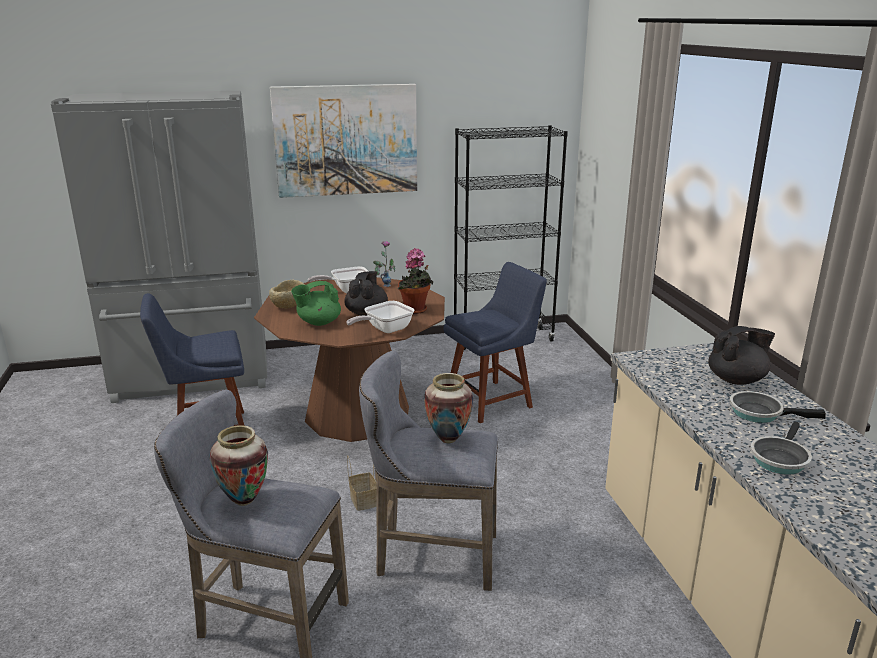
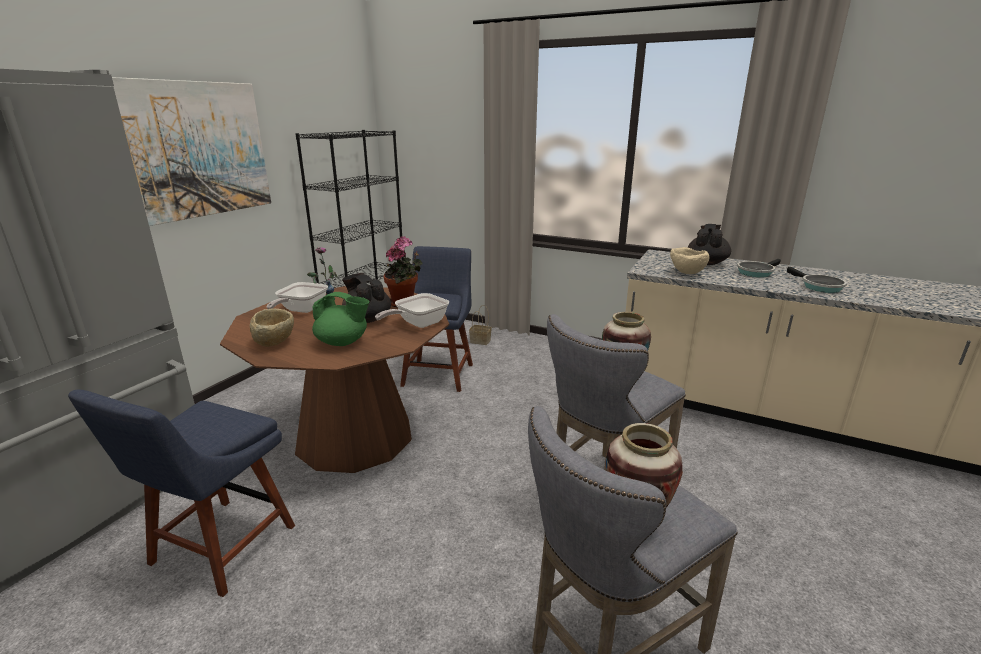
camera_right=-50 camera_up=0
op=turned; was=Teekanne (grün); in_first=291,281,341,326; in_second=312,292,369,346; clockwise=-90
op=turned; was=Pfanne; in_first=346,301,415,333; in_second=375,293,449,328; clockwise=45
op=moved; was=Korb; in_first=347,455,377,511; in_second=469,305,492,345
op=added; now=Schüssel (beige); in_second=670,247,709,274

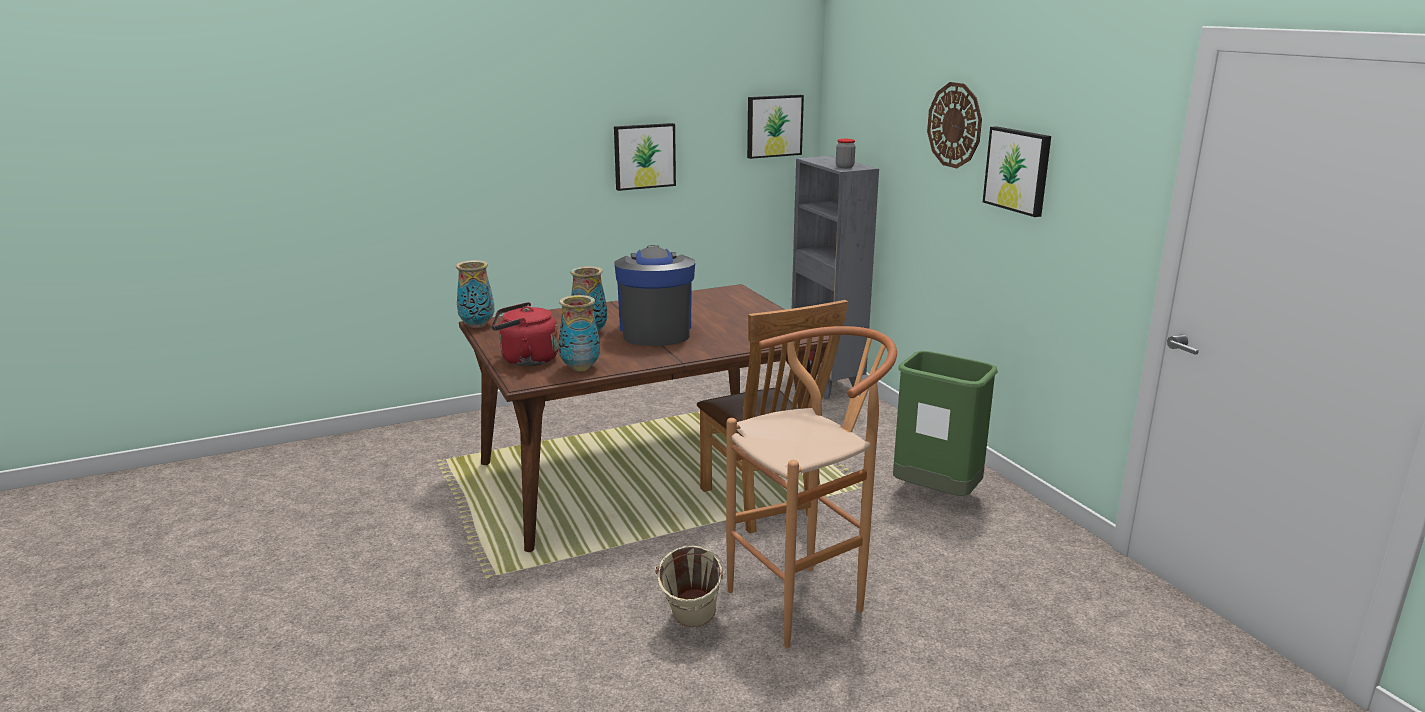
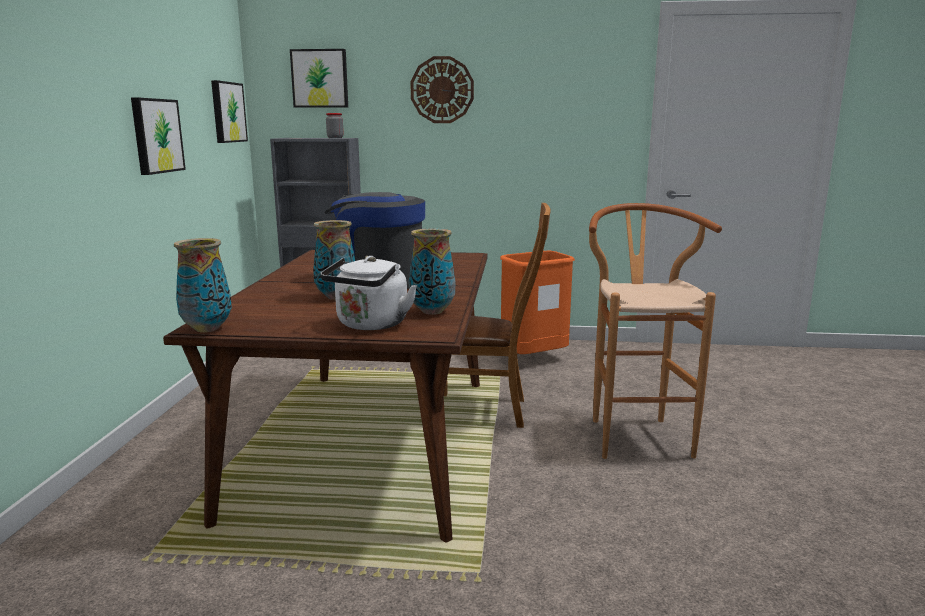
camera_right=-60 camera_up=-5
op=recoloured; was=Wasserkessel (rot); now=Wasserkessel (weiß); in_first=491,302,559,366; in_second=320,256,417,330
op=removed; was=Eimer (beige); in_first=655,545,725,628
op=recoloured; was=Mülleimer (grün); now=Mülleimer (orange); in_first=893,351,998,496; in_second=500,251,575,354
op=moved; was=Bild; in_first=983,126,1051,217; in_second=290,49,348,107

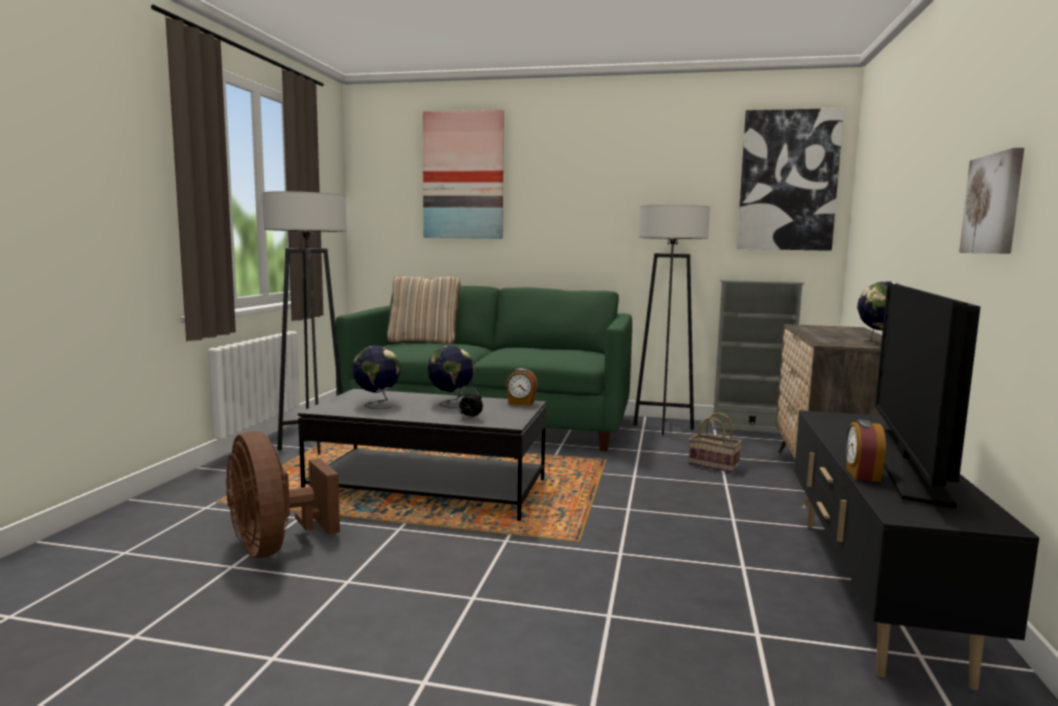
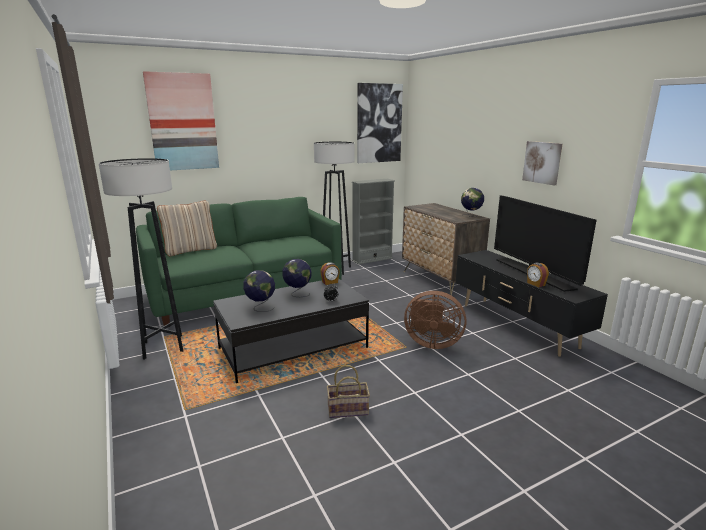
camera_right=-40 camera_up=10
op=moved; was=Ventilator (braun); in_first=226,431,340,558; in_second=404,291,466,349
op=moved; was=Korb; in_first=689,412,742,473; in_second=327,365,370,418

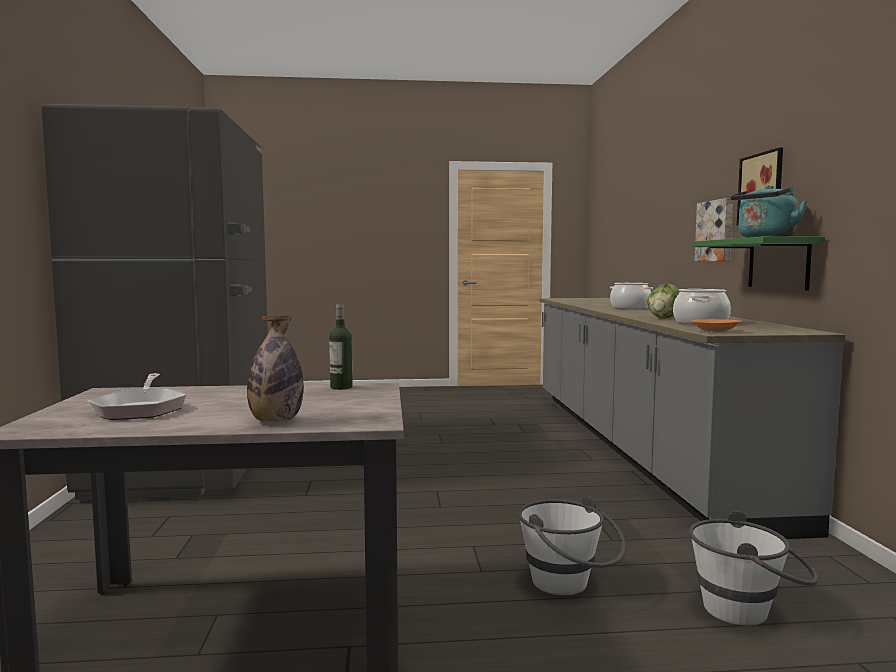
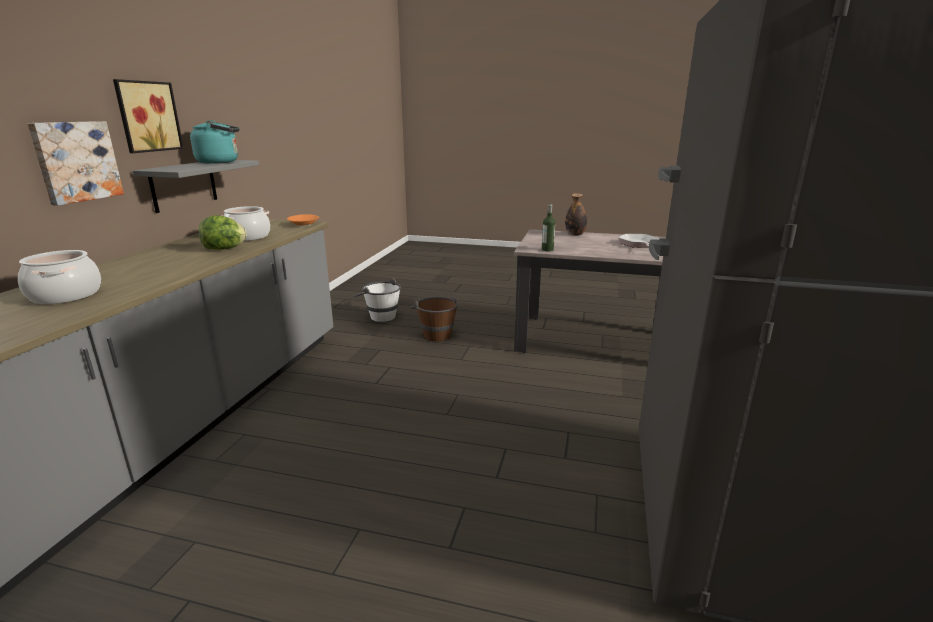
camera_right=-160 camera_up=15
op=recoloured; was=Eimer (weiß); now=Eimer (braun); in_first=518,496,626,595; in_second=410,296,458,341
op=recoloured; was=Wandregal (grün); now=Wandregal (grau); in_first=692,236,825,290; in_second=133,160,259,213

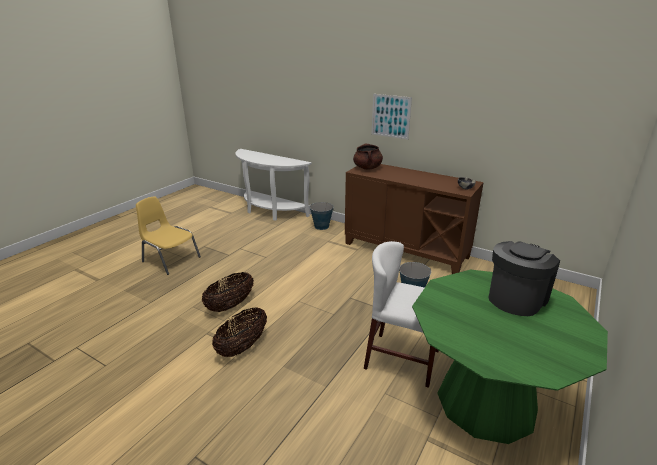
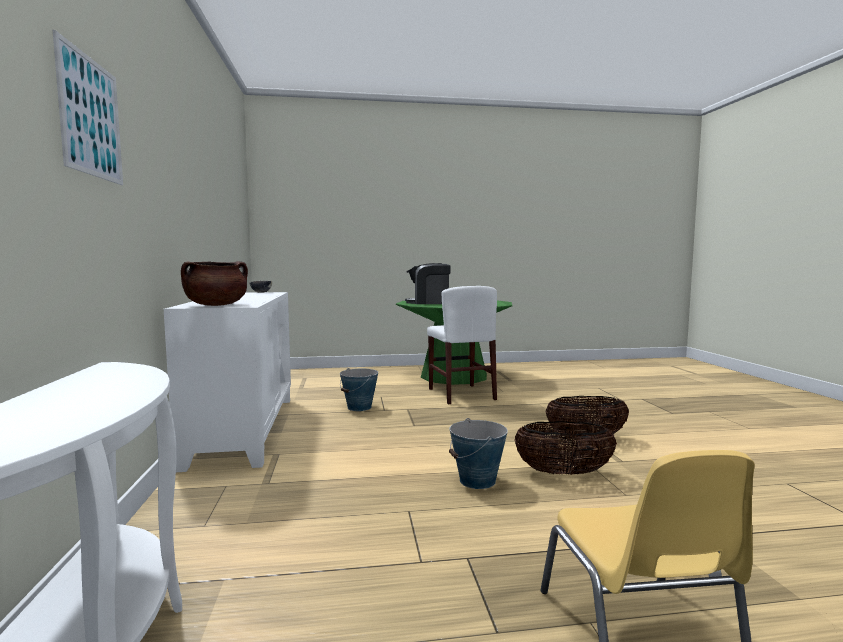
camera_right=-130 camera_up=-20
op=moved; was=Eimer; in_first=310,202,334,230; in_second=449,418,508,489
op=recoloured; was=Schrank (braun); now=Schrank (weiß); in_first=345,164,484,274; in_second=164,292,291,472
op=moved; was=Bild; in_first=372,94,412,140; in_second=53,30,123,185

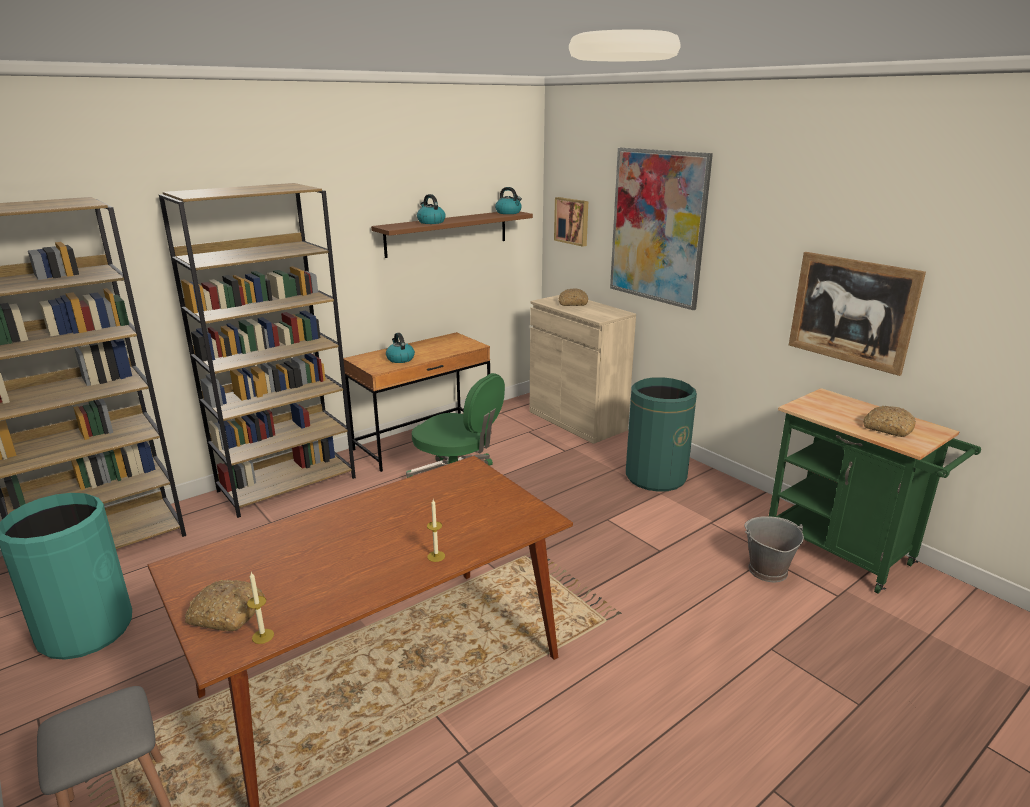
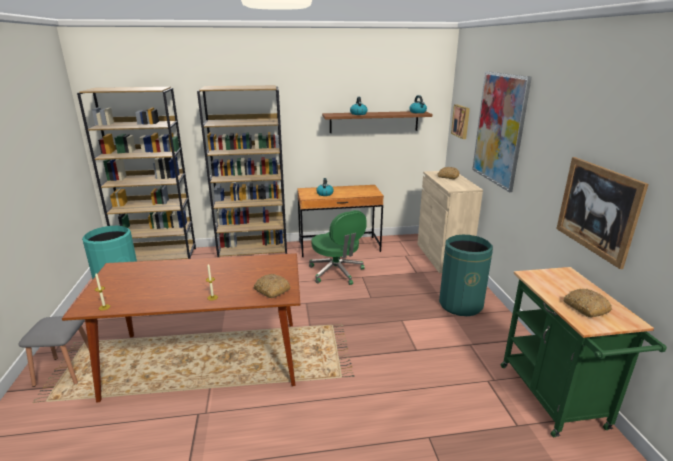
camera_right=30 camera_up=0
op=moved; was=Brot; in_first=185,580,265,631; in_second=254,274,290,298
op=removed; was=Eimer (grau); in_first=744,516,804,582

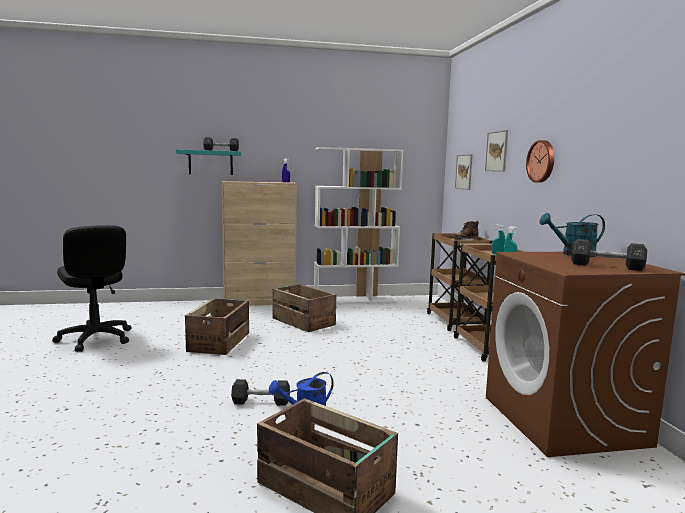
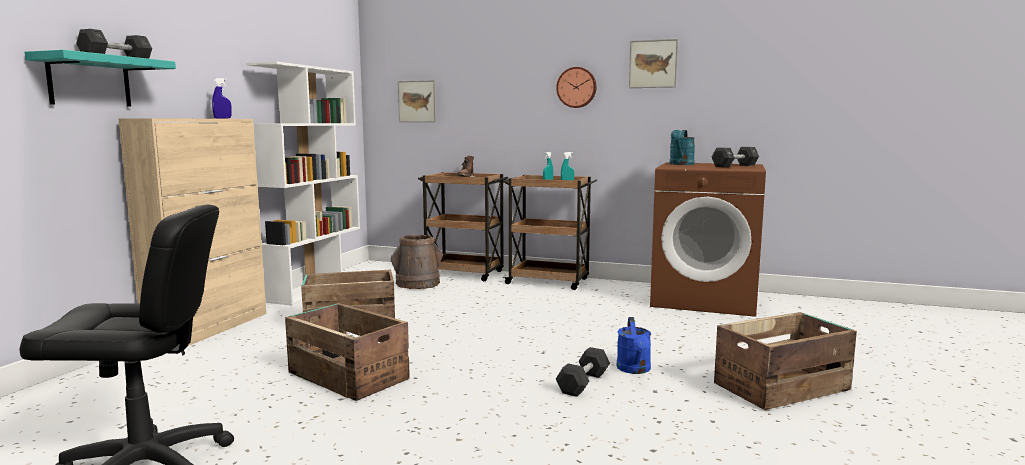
camera_right=-60 camera_up=0
op=moved; was=Bild; in_first=485,130,508,172; in_second=629,39,678,88
op=added; now=Eimer (braun); in_second=391,235,443,289

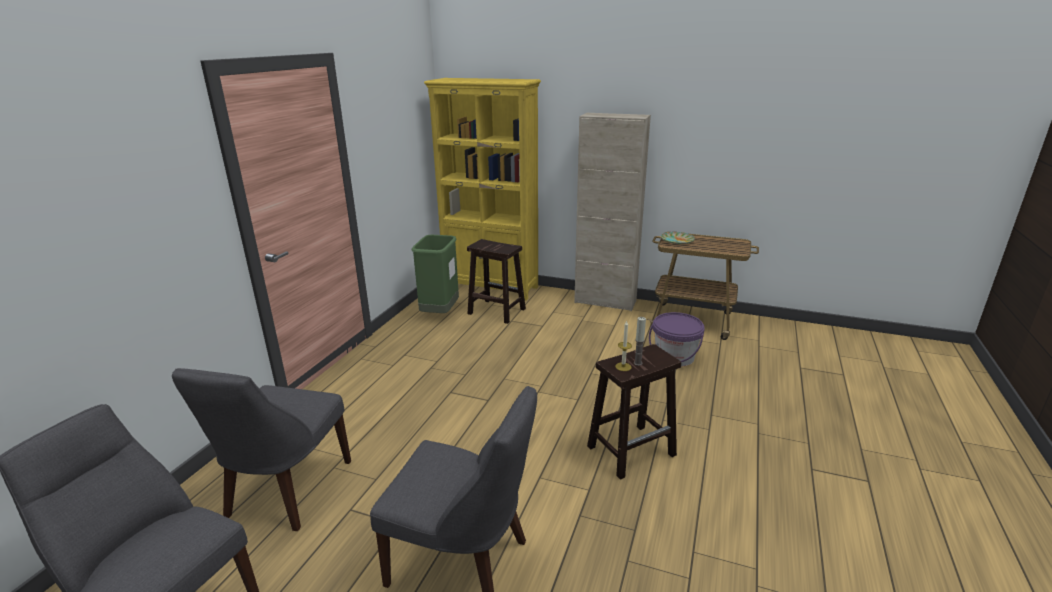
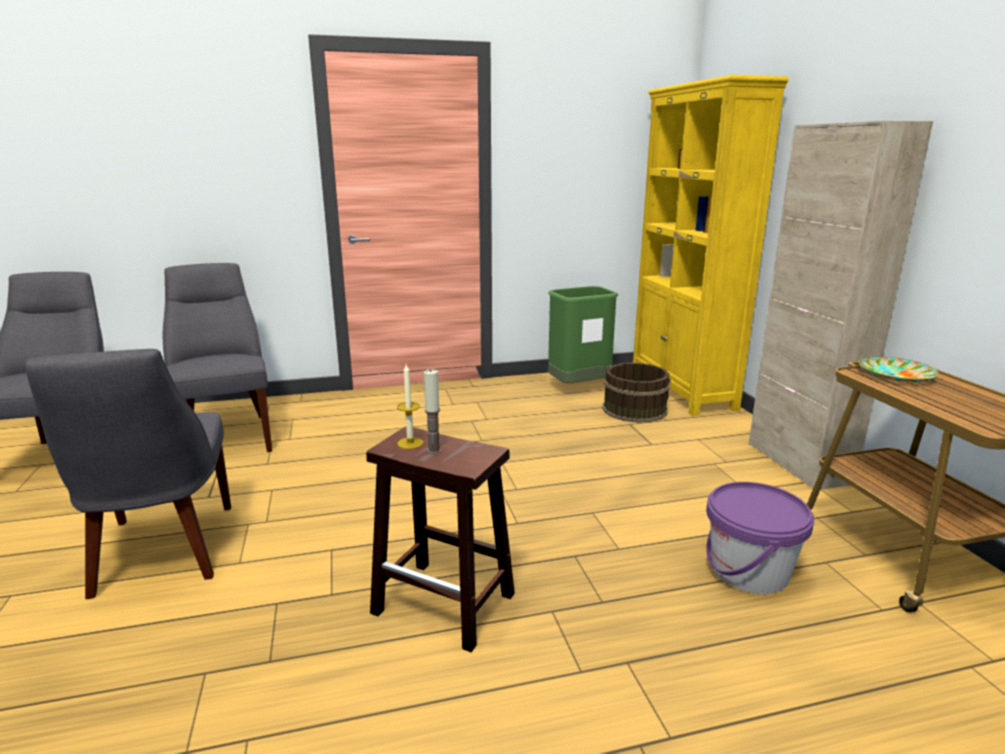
camera_right=55 camera_up=-5
op=turned; was=Stuhl (grau); in_first=172,368,351,531; in_second=163,263,272,452; clockwise=90
op=replaced; was=Hocker (braun); now=Eimer (braun); in_first=467,239,526,324; in_second=602,363,671,423

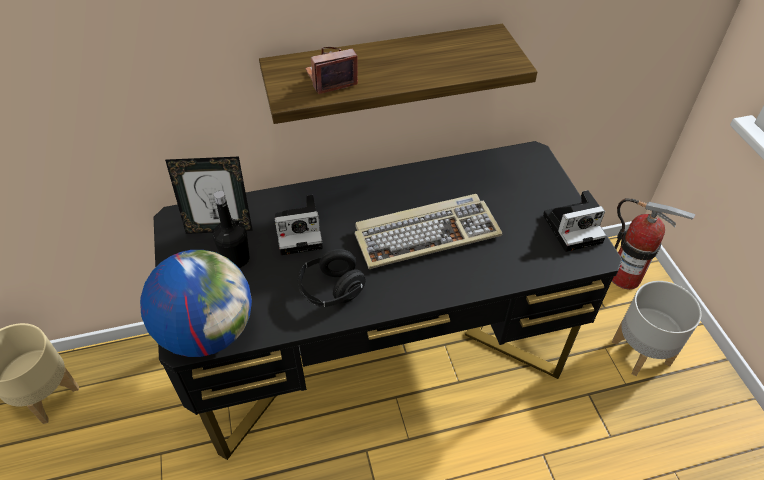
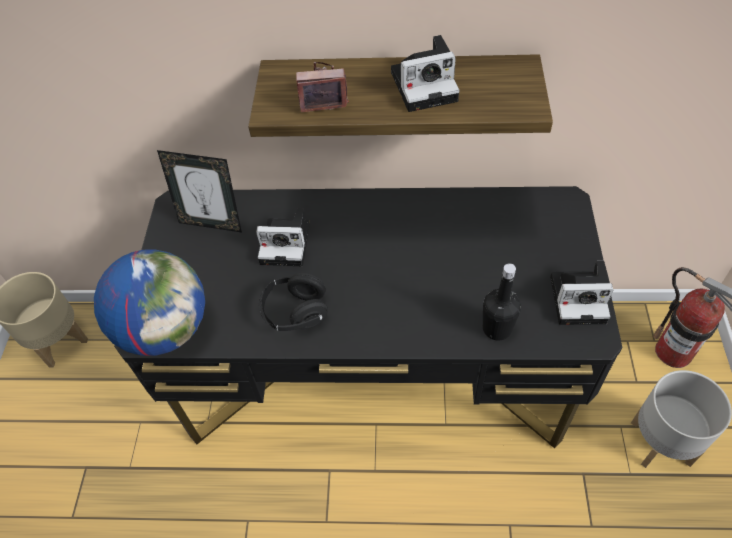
camera_right=20 camera_up=5
op=moved; was=Flasche (schwarz); in_first=213,191,250,268; in_second=483,263,521,341
op=removed; was=Tastatur; in_first=355,194,502,269
op=added; now=Kamera; in_second=391,35,459,112

